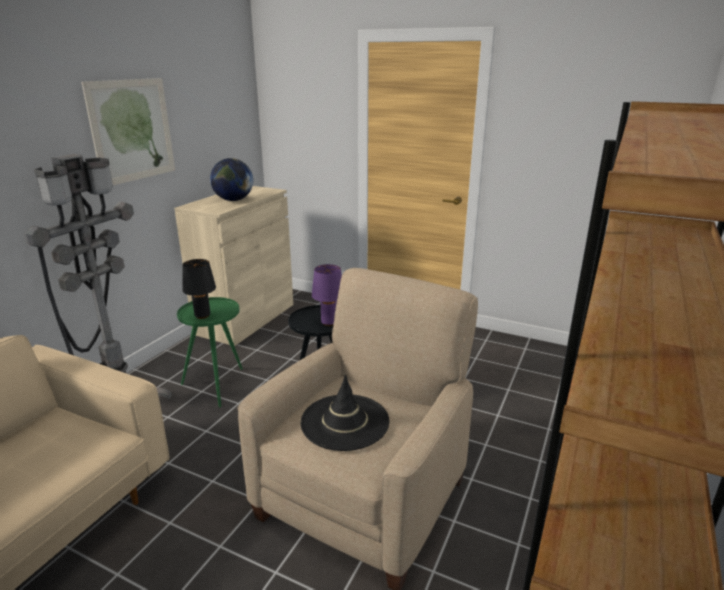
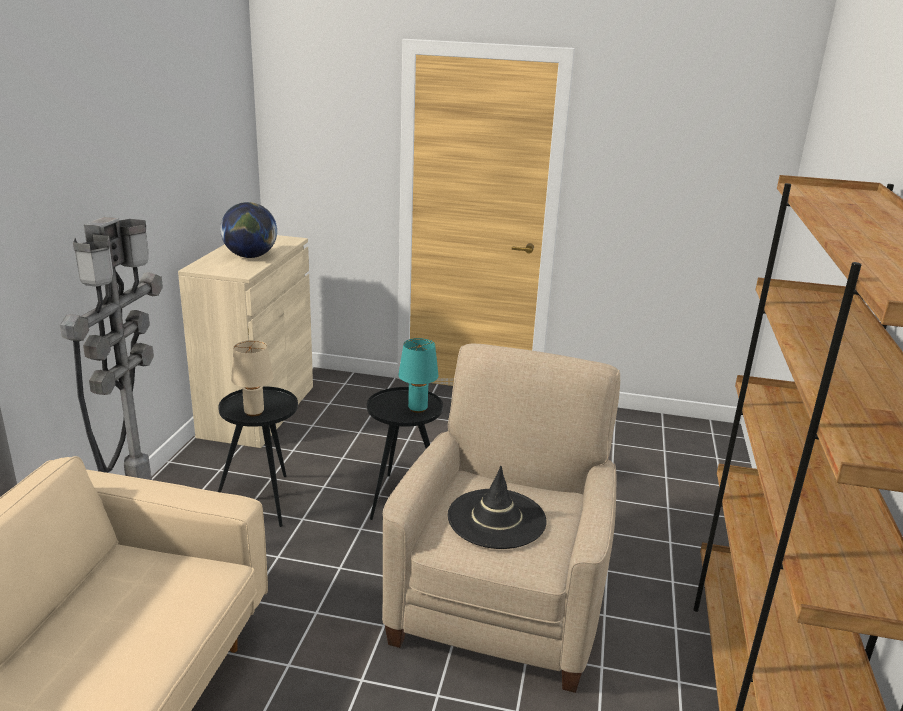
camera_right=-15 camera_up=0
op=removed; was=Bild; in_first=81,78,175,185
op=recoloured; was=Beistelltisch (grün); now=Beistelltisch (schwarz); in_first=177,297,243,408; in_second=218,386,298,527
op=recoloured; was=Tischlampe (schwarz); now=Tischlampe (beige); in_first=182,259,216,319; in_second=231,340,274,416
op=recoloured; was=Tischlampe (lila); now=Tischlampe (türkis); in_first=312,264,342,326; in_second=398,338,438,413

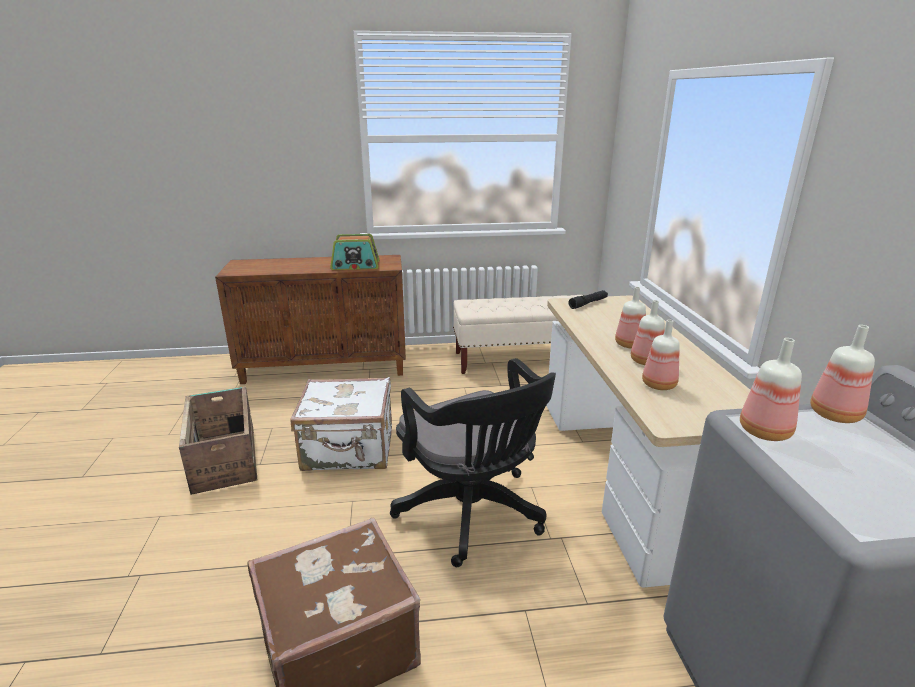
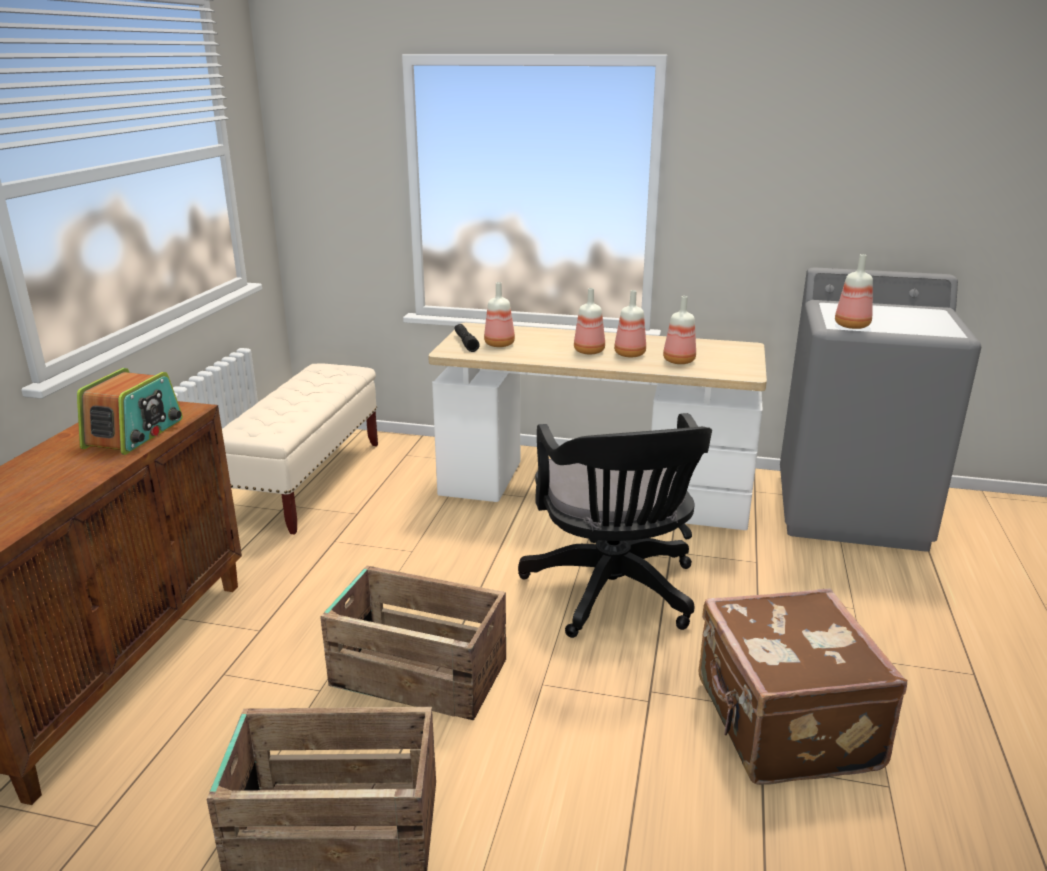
camera_right=-70 camera_up=0
op=replaced; was=Koffer (weiß); now=Kiste; in_first=290,377,392,471; in_second=320,565,506,721
op=turned; was=Bürostuhl (schwarz); in_first=390,358,556,567; in_second=518,413,712,638; clockwise=90
op=moved; was=Flasche; in_first=810,325,875,423; in_second=484,282,515,347

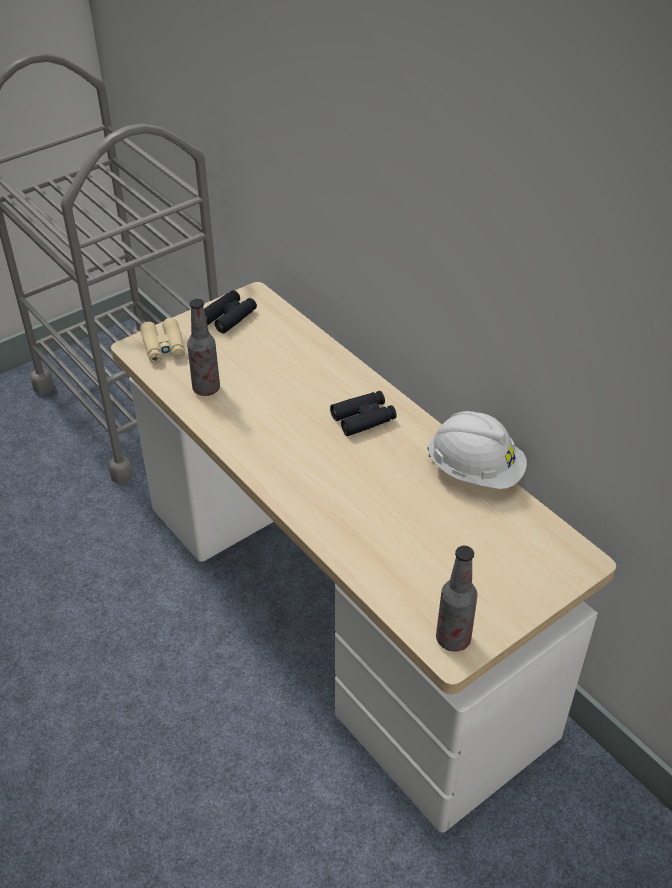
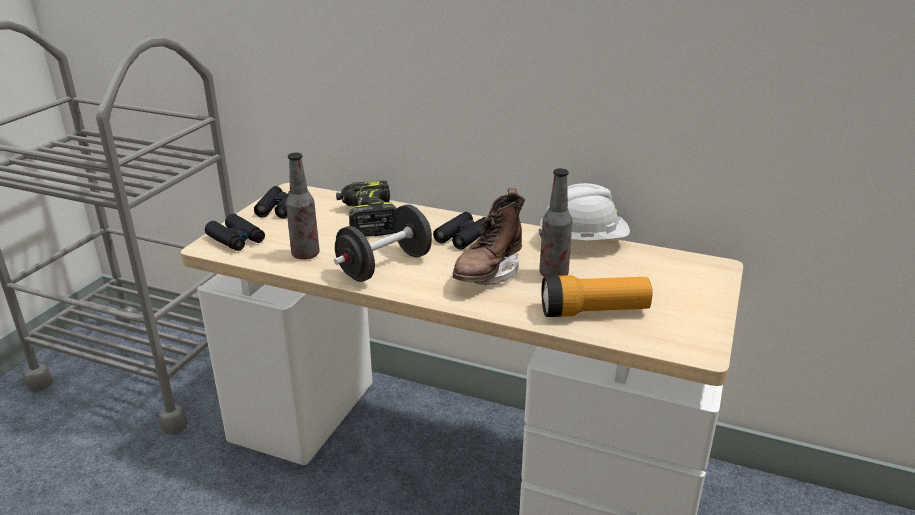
camera_right=-30 camera_up=-15
op=recoloured; was=Fernglas (beige); now=Fernglas (schwarz); in_first=140,318,185,363; in_second=205,214,265,251
op=moved; was=Flasche; in_first=436,546,477,652; in_second=539,168,573,277
op=added; now=Hantel (schwarz); in_second=334,204,432,282
op=added; now=Bohrmaschine; in_second=336,181,397,236
op=added; now=Stiefel (braun); in_second=453,188,525,285
op=added; now=Taschenlampe; in_second=542,275,653,317

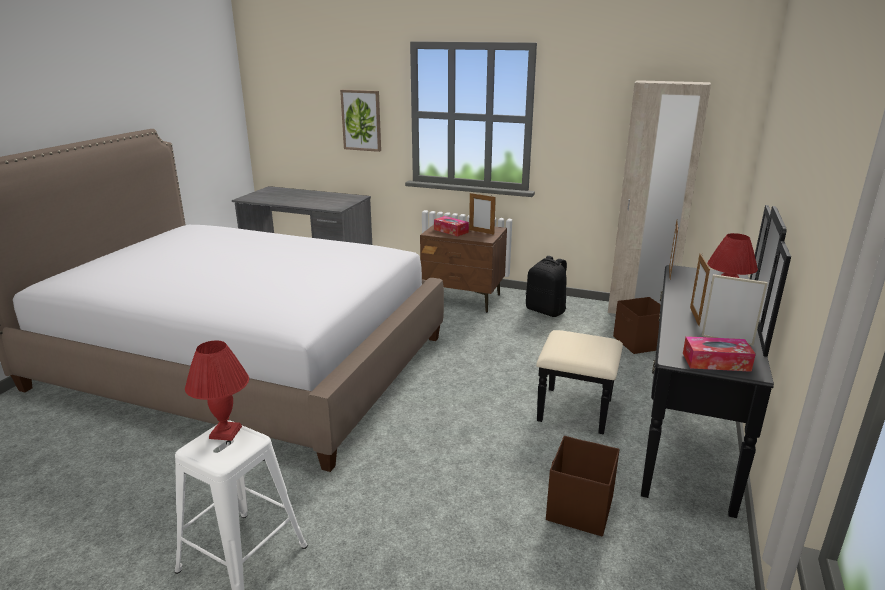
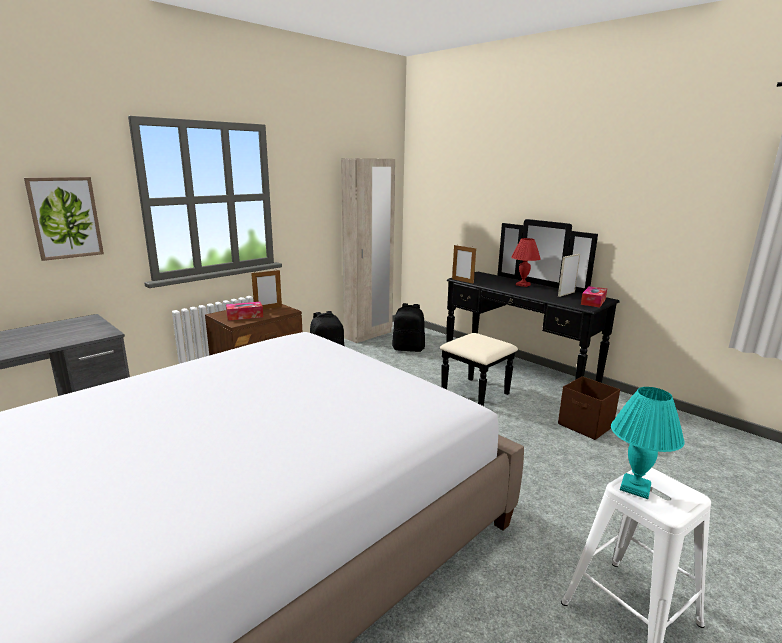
camera_right=-65 camera_up=-5
op=recoloured; was=Tischlampe (rot); now=Tischlampe (türkis); in_first=185,341,249,441; in_second=611,387,685,499
op=replaced; was=Aufbewahrungsbox (braun); now=Rucksack (schwarz); in_first=613,297,661,354; in_second=392,303,425,352
op=removed; was=Bilderrahmen; in_first=690,254,710,326

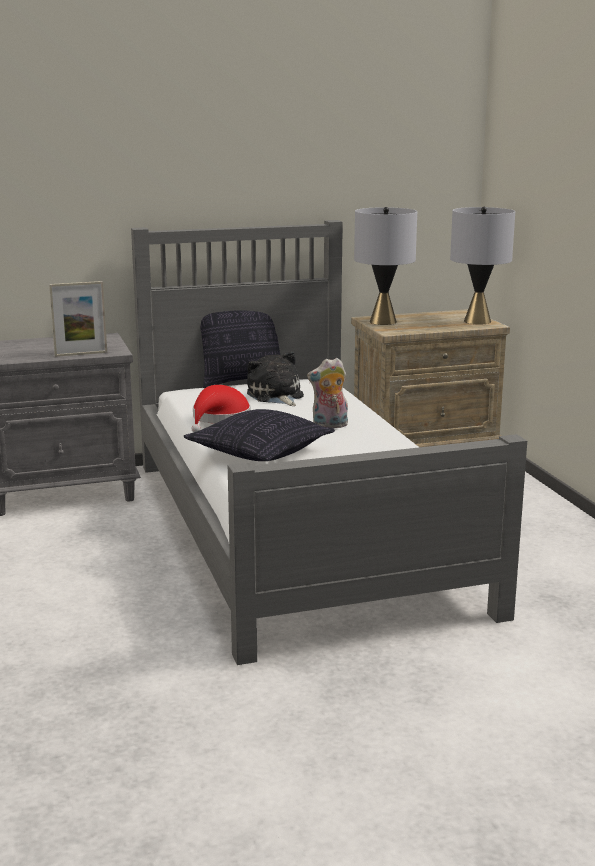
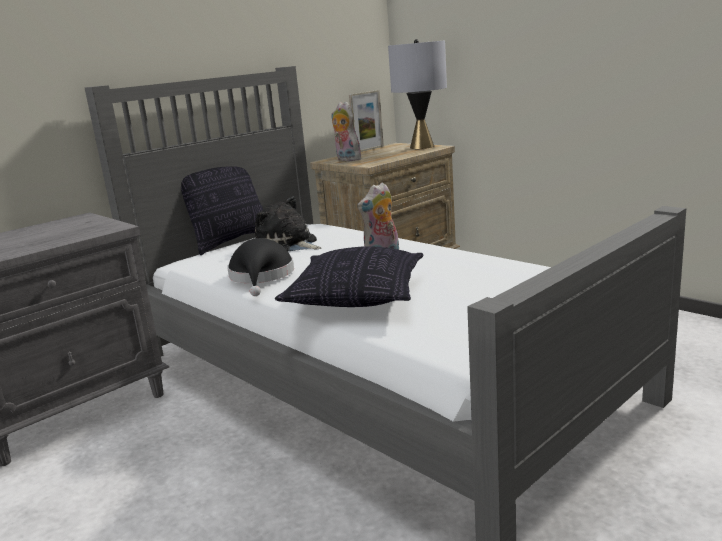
camera_right=-25 camera_up=0
op=moved; was=Bilderrahmen; in_first=49,281,107,357; in_second=349,90,384,152
op=recoloured; was=Hut (rot); now=Hut (schwarz); in_first=191,385,251,432; in_second=227,238,294,296
op=replaced; was=Tischlampe (grau); now=Plüschtier; in_first=354,207,417,325; in_second=331,102,361,161

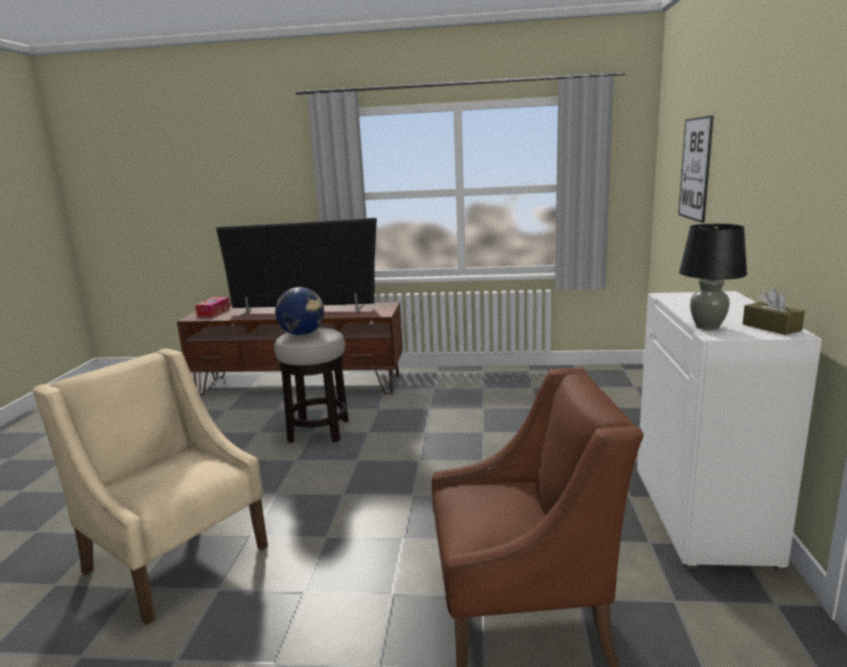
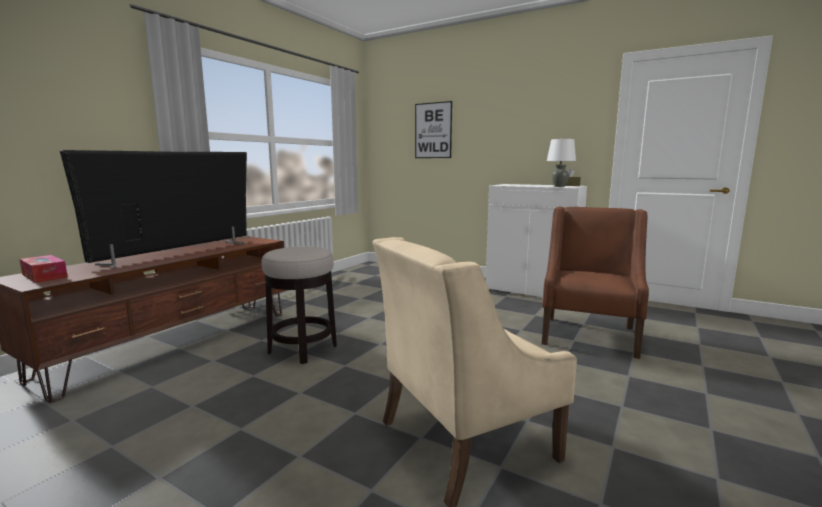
camera_right=-65 camera_up=-5
op=removed; was=Globus; in_first=275,287,324,335
op=recoloured; was=Tischlampe (schwarz); now=Tischlampe (weiß); in_first=679,224,747,330; in_second=547,139,576,187

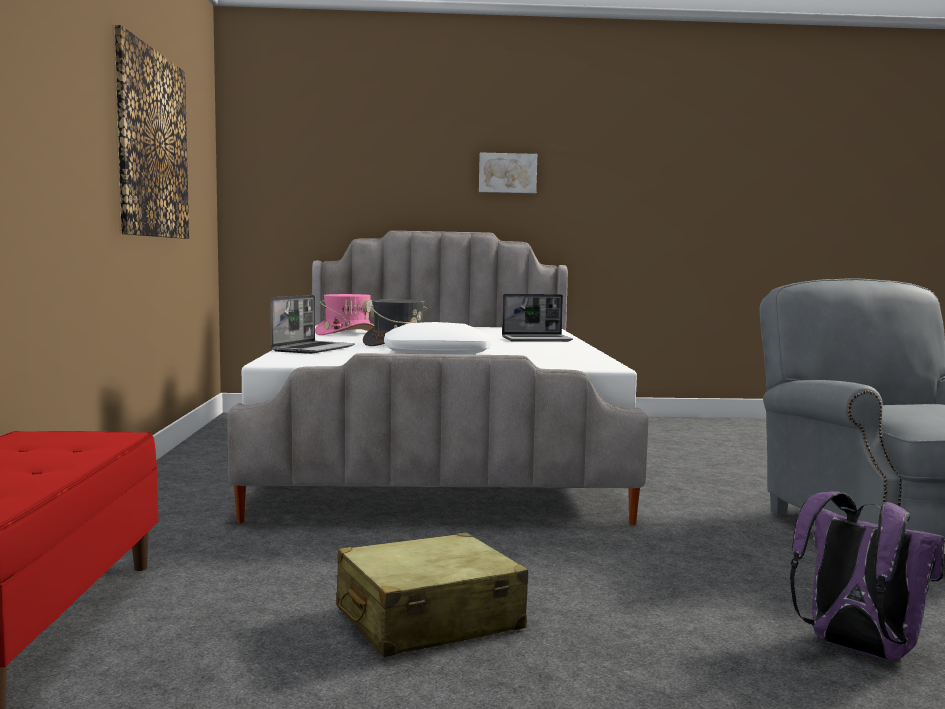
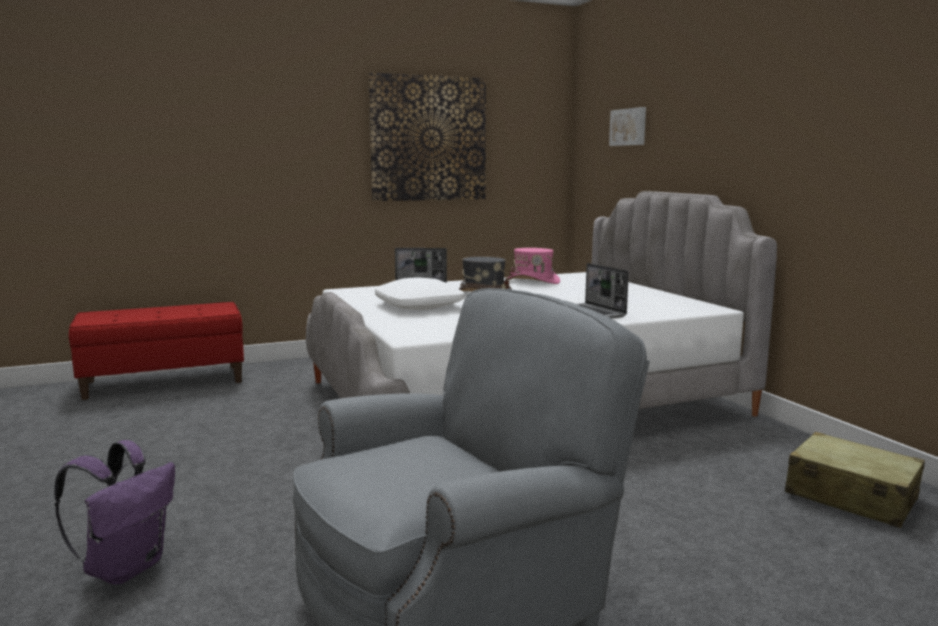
camera_right=70 camera_up=5
op=moved; was=Koffer (beige); in_first=336,532,528,657; in_second=785,432,925,528
op=moved; was=Bild; in_first=479,152,537,193; in_second=609,107,646,146

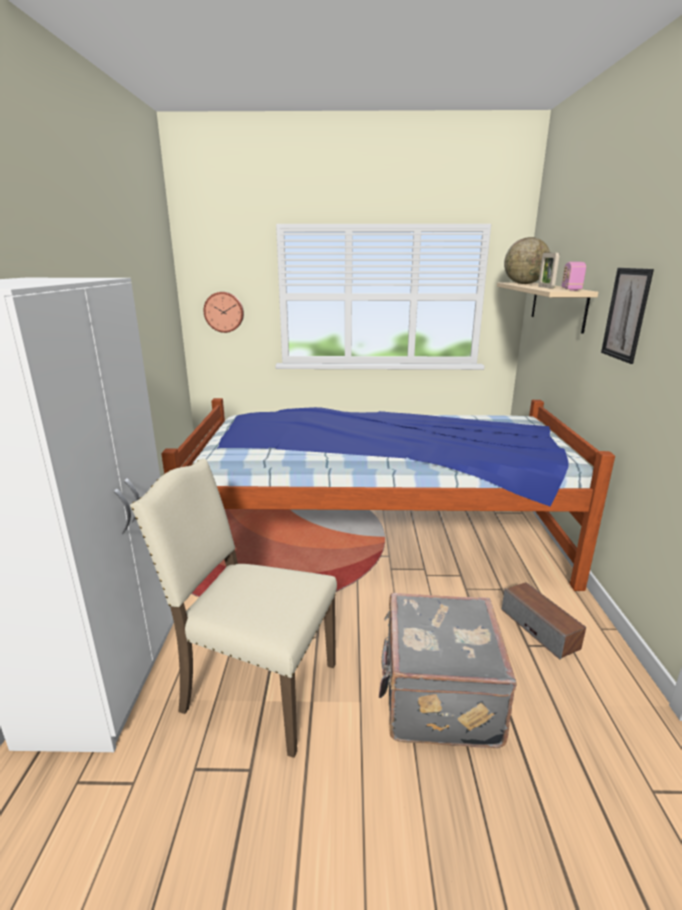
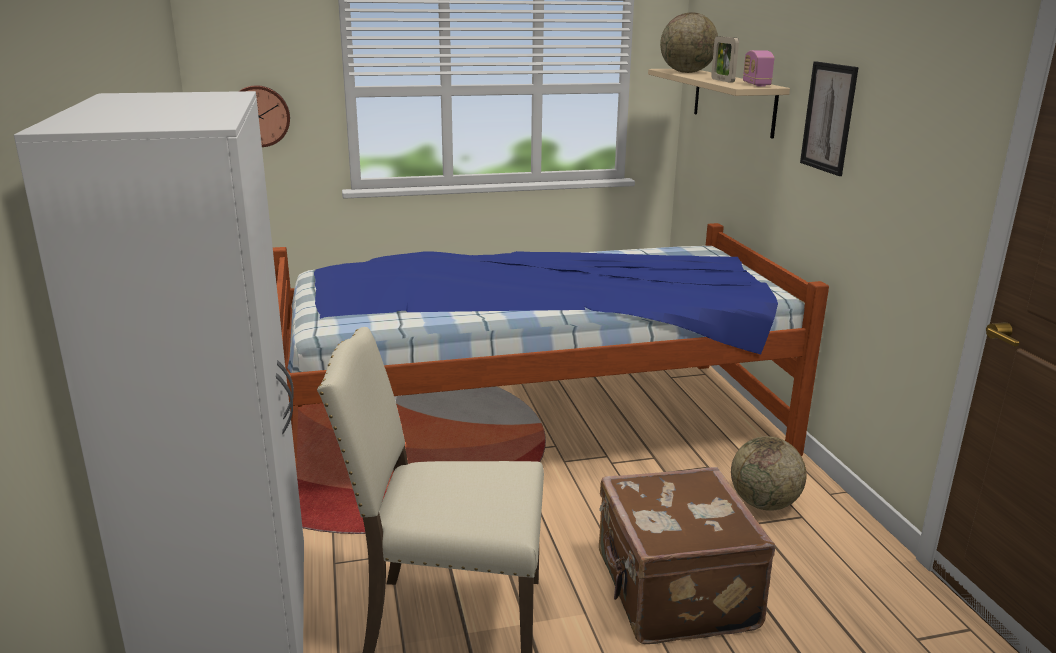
camera_right=-15 camera_up=0
op=recoloured; was=Koffer (grau); now=Koffer (braun); in_first=379,593,517,748; in_second=599,467,775,644
op=replaced; was=Lautsprecher; now=Globus; in_first=501,582,586,659; in_second=731,436,806,511

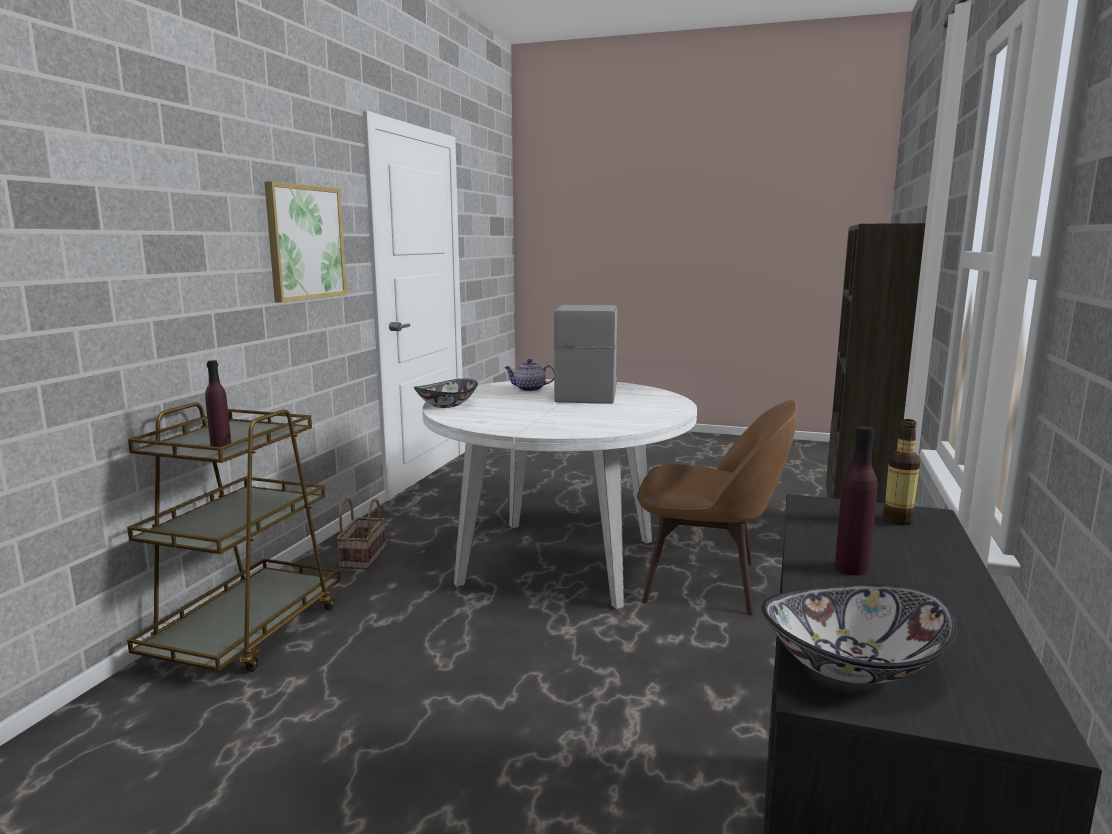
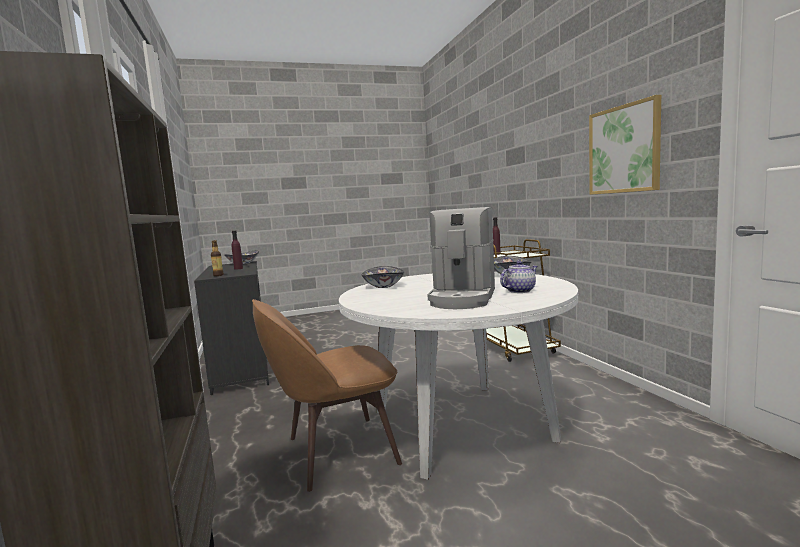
camera_right=145 camera_up=-5
op=removed; was=Korb; in_first=337,497,386,570
op=turned; was=Kaffeemaschine; in_first=554,305,617,404; in_second=427,207,495,309; clockwise=45
op=added; now=Schüssel; in_second=362,266,404,288

